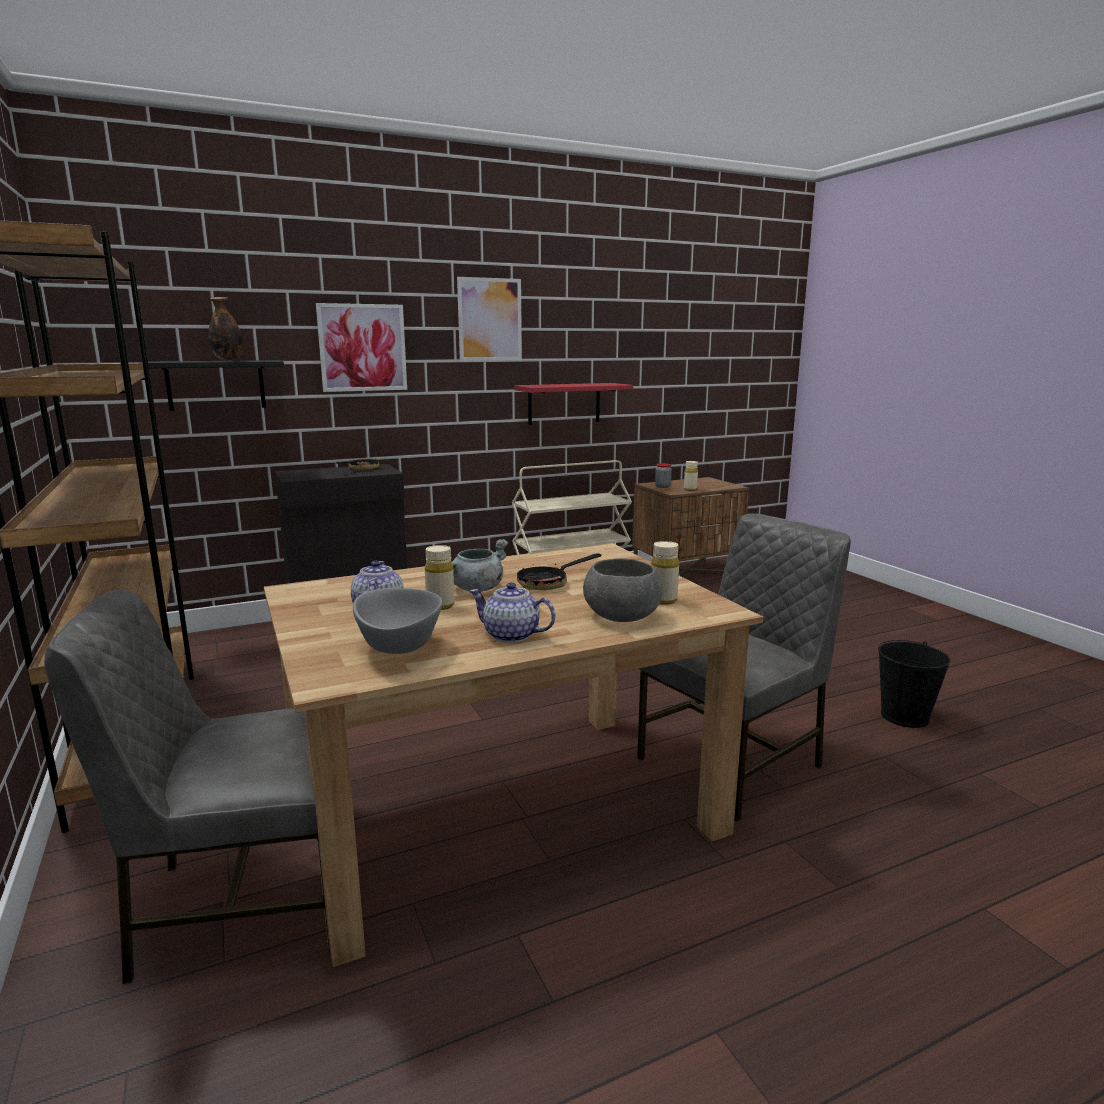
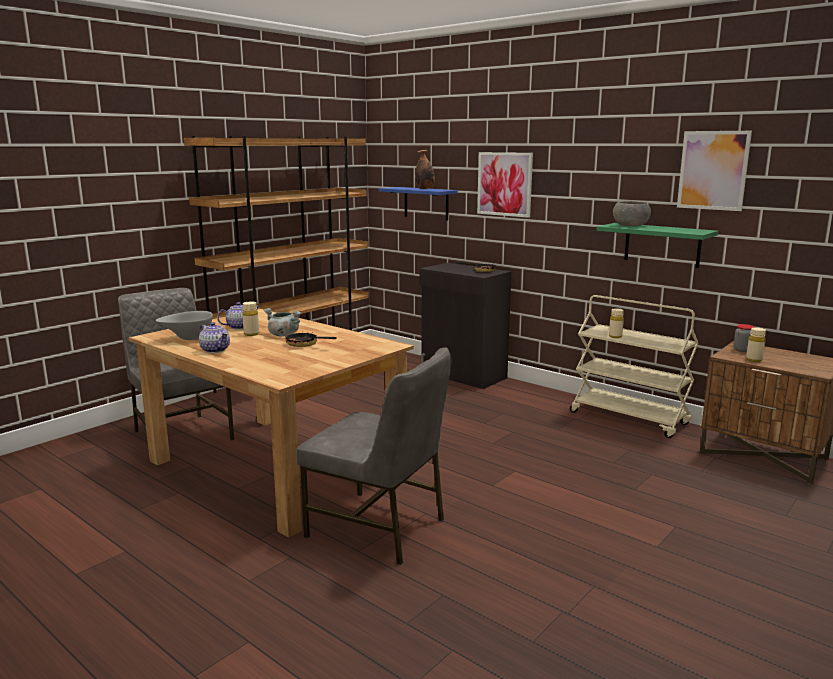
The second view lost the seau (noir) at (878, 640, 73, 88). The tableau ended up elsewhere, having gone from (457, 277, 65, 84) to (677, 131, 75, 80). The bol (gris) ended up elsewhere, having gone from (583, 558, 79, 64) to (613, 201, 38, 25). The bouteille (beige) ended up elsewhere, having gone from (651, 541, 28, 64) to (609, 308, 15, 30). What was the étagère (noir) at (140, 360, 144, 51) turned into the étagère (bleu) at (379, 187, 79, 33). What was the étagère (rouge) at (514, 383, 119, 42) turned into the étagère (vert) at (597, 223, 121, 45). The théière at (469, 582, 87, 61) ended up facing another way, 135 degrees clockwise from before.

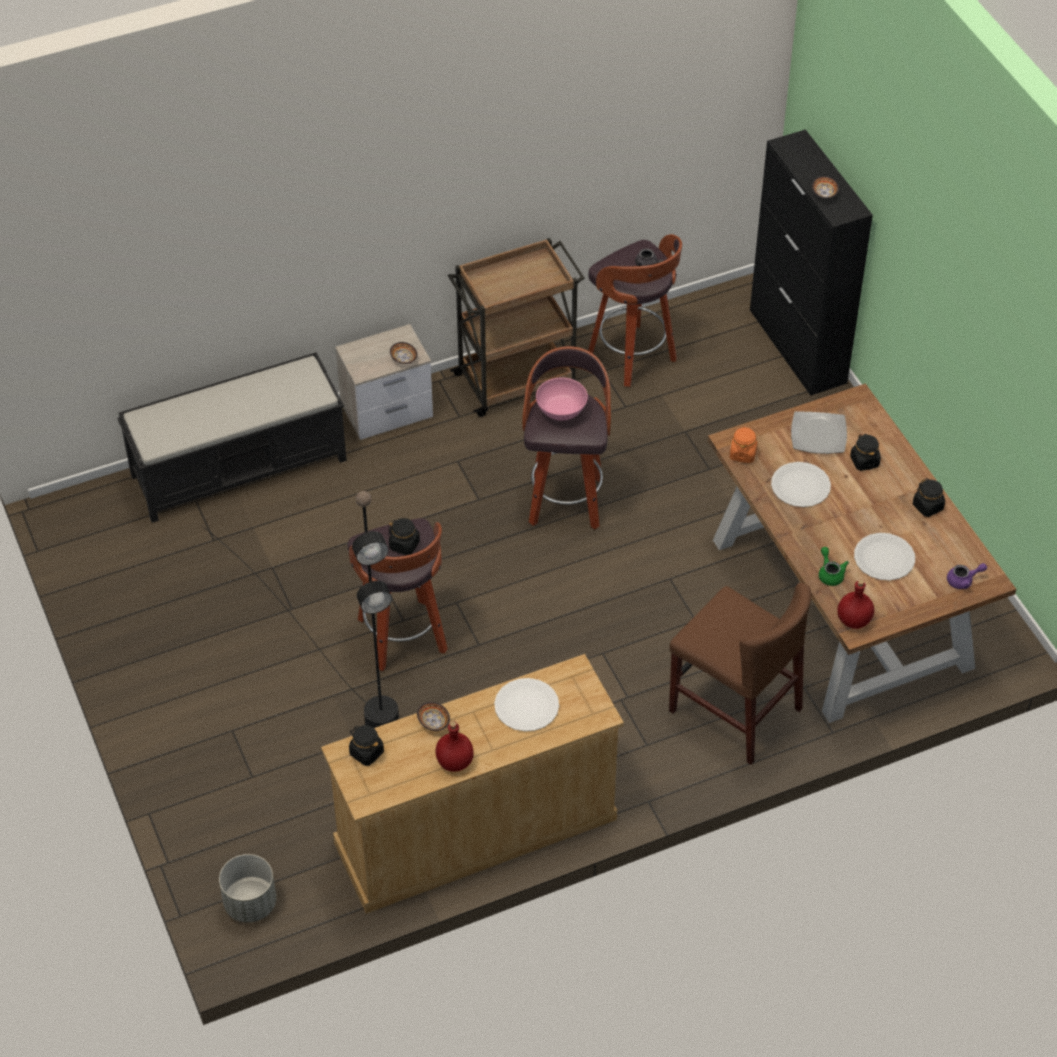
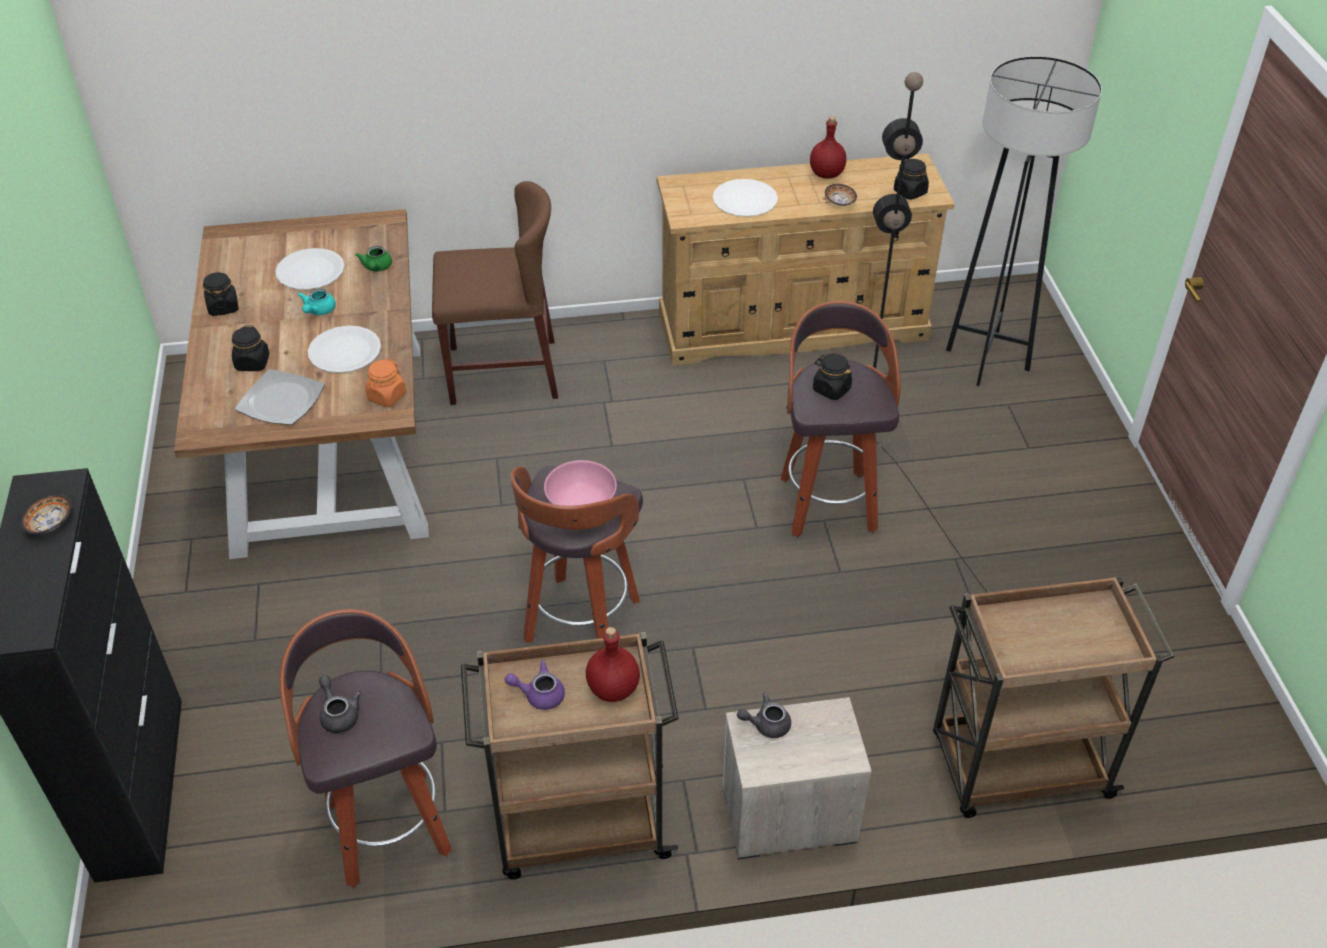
The second view lost the cache-pot (gris) at (219, 854, 57, 68). The second view gained the théière (turquoise) at (298, 288, 38, 27). The second view gained the lampadaire (gris) at (946, 56, 156, 330). The bouteille (rouge) ended up elsewhere, having gone from (837, 579, 37, 50) to (586, 627, 54, 75). The théière (violet) ended up elsewhere, having gone from (947, 563, 40, 26) to (505, 661, 60, 49). Where the banc (noir) stood at (117, 352, 230, 171), the chariot (marron) came to stand at (933, 576, 241, 242). Where the bol stood at (390, 342, 27, 22), the théière (gris) came to stand at (737, 692, 54, 46). The chaise (marron) at (669, 583, 142, 182) ended up facing another way, 120 degrees clockwise from before.

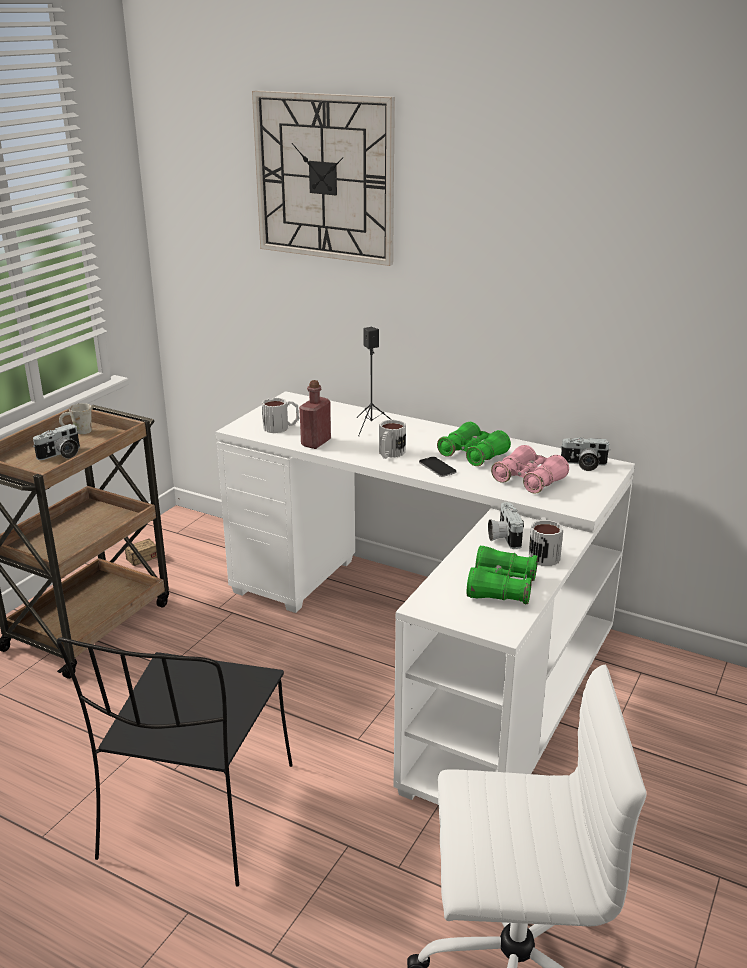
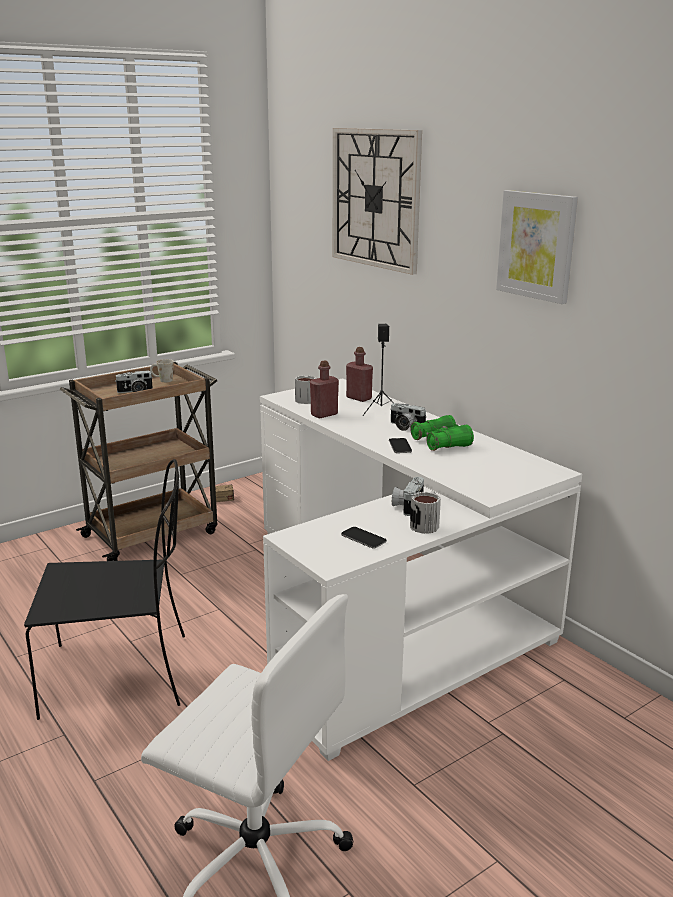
The second view lost the mug at (379, 420, 27, 39). The second view lost the jumelles (rose) at (491, 445, 78, 49). The second view gained the bouteille (rouge) at (346, 347, 27, 55). The second view gained the tableau at (496, 190, 82, 114). The appareil photo ended up elsewhere, having gone from (560, 438, 50, 33) to (390, 403, 36, 28). Where the jumelles (vert) stood at (467, 546, 71, 58), the téléphone came to stand at (341, 527, 46, 21). The chaise (noir) at (57, 637, 236, 250) ended up facing another way, 135 degrees counterclockwise from before.

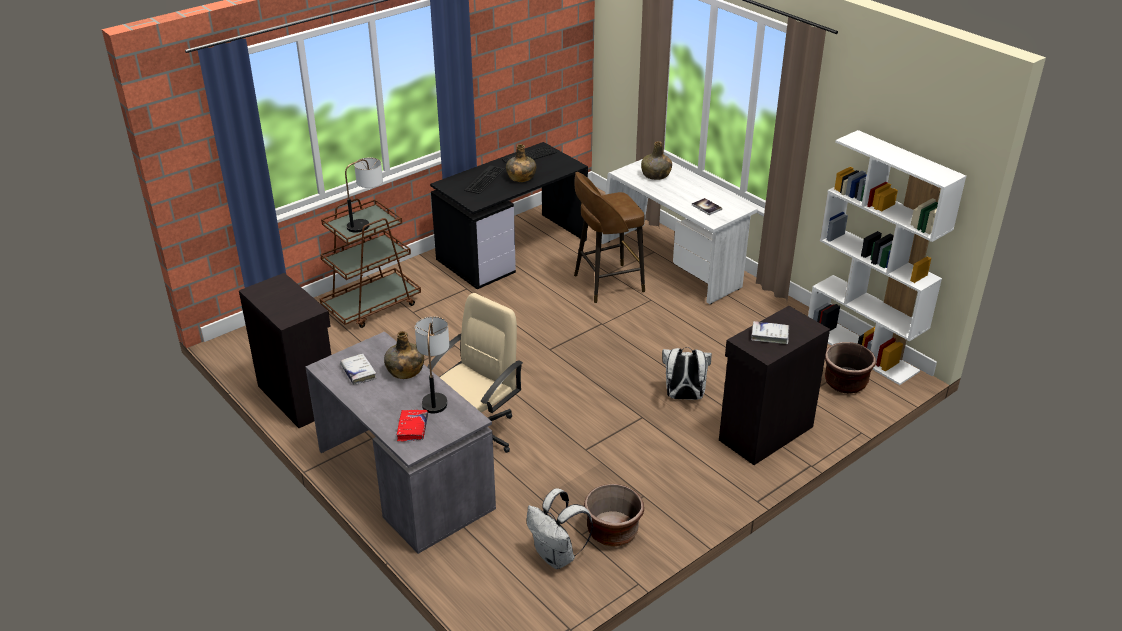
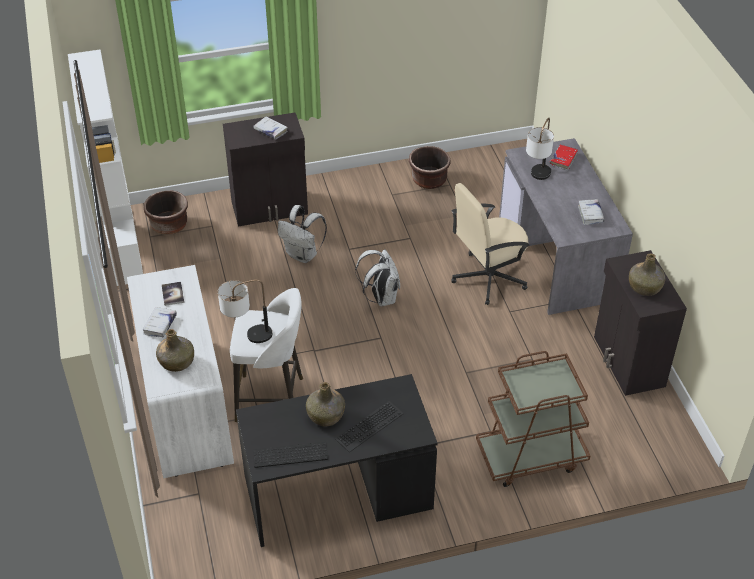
The second view gained the livre (blanc) at (143, 307, 34, 30). The lampe de table ended up elsewhere, having gone from (345, 157, 38, 76) to (218, 279, 54, 64). The bouteille (vert) ended up elsewhere, having gone from (384, 331, 40, 48) to (629, 253, 36, 43). The sac à dos (blanc) ended up elsewhere, having gone from (526, 488, 67, 81) to (355, 249, 45, 58). What was the tabouret (marron) at (574, 172, 71, 131) turned into the tabouret (blanc) at (230, 288, 73, 134).

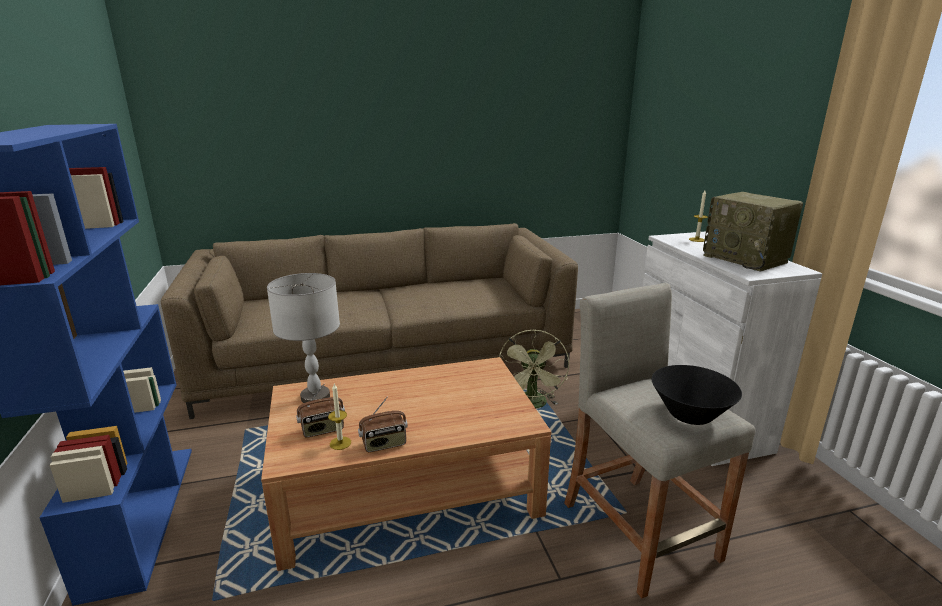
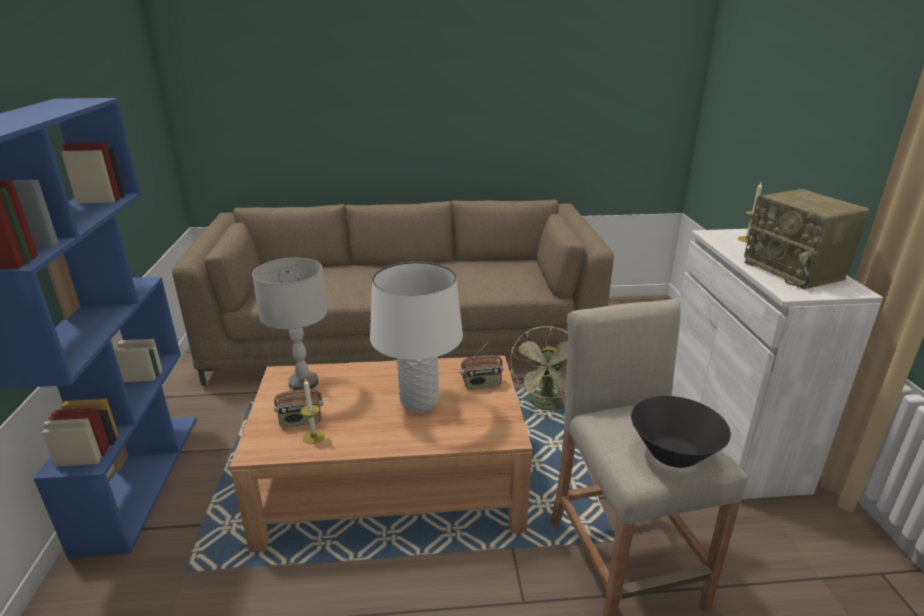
The second view gained the lampe de table (blanc) at (370, 262, 93, 152). The radio ended up elsewhere, having gone from (358, 397, 50, 55) to (460, 342, 43, 47).

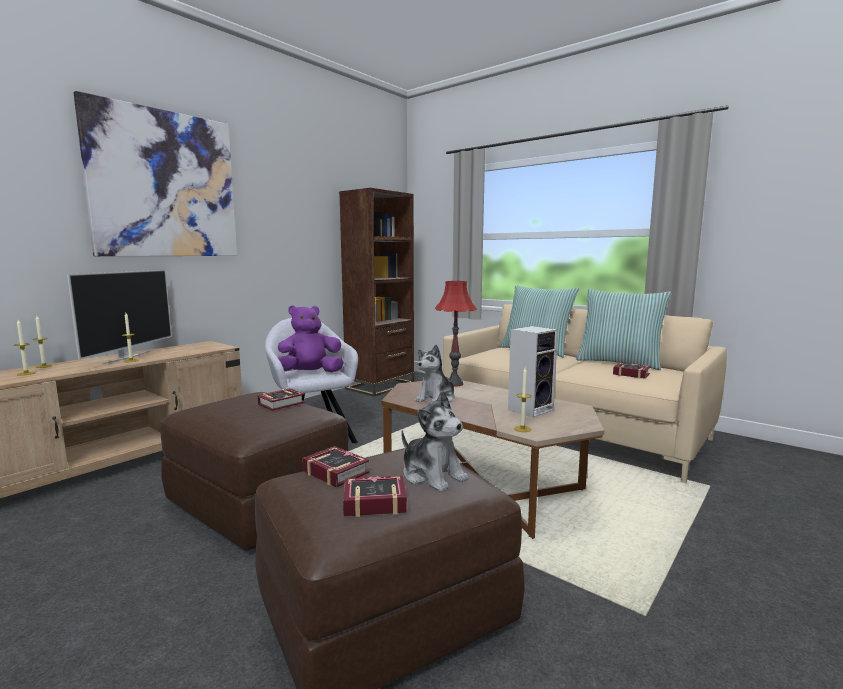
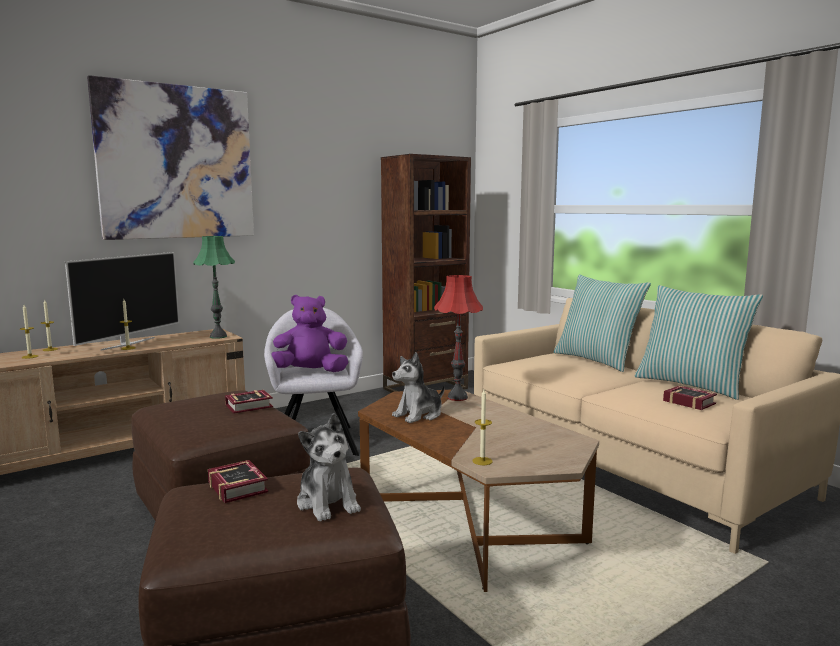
The second view lost the livre at (343, 475, 64, 42). The second view lost the enceinte at (508, 326, 50, 92). The second view gained the lampe de table (vert) at (193, 236, 42, 103).

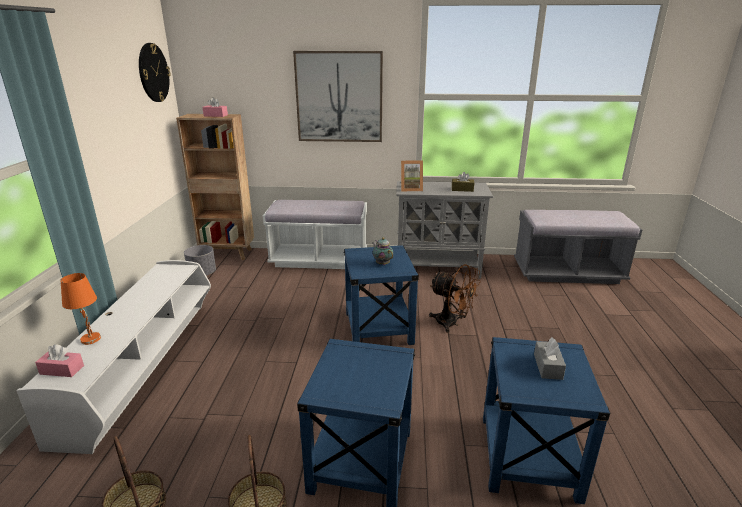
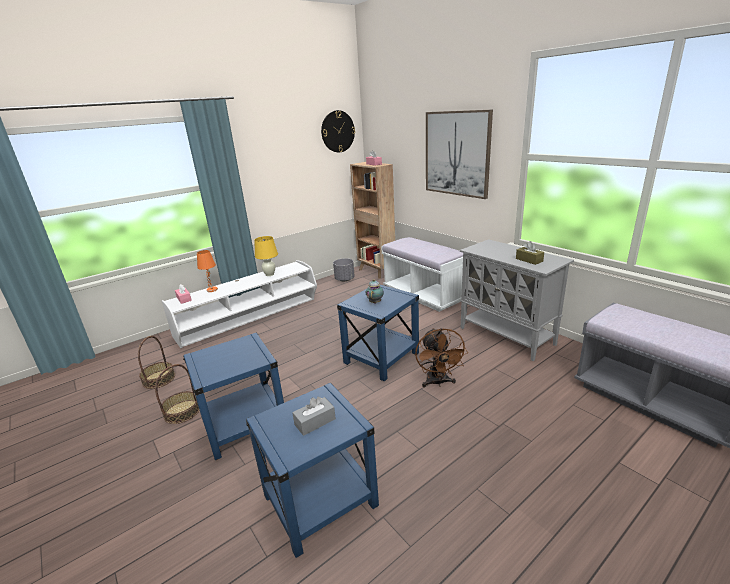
The second view lost the cadre photo at (401, 161, 22, 31). The second view gained the lampe de table (jaune) at (254, 236, 24, 40).

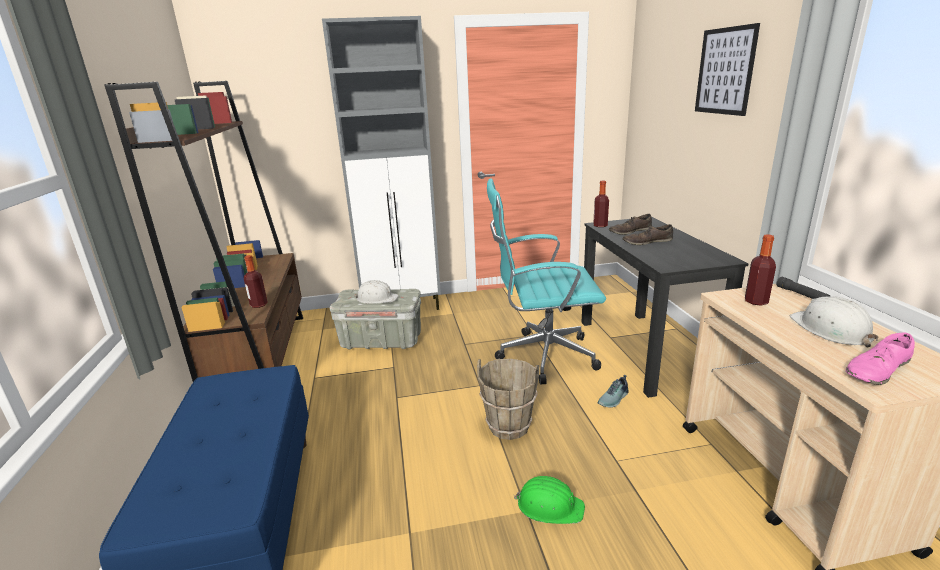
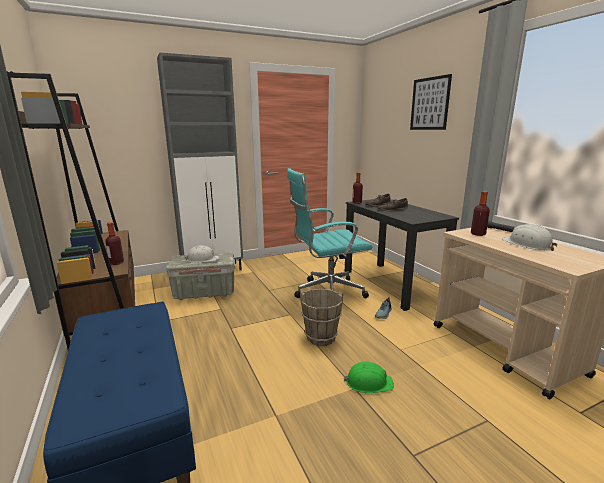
The second view lost the chaussure (rose) at (846, 333, 69, 52).

